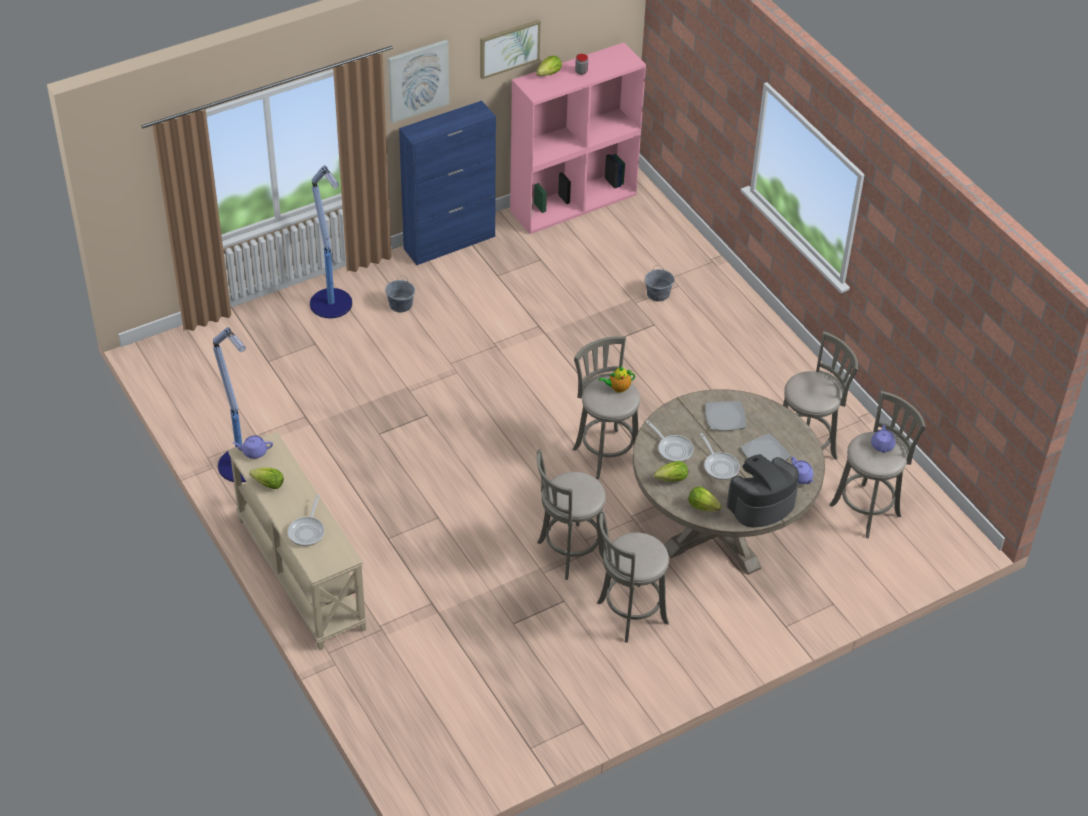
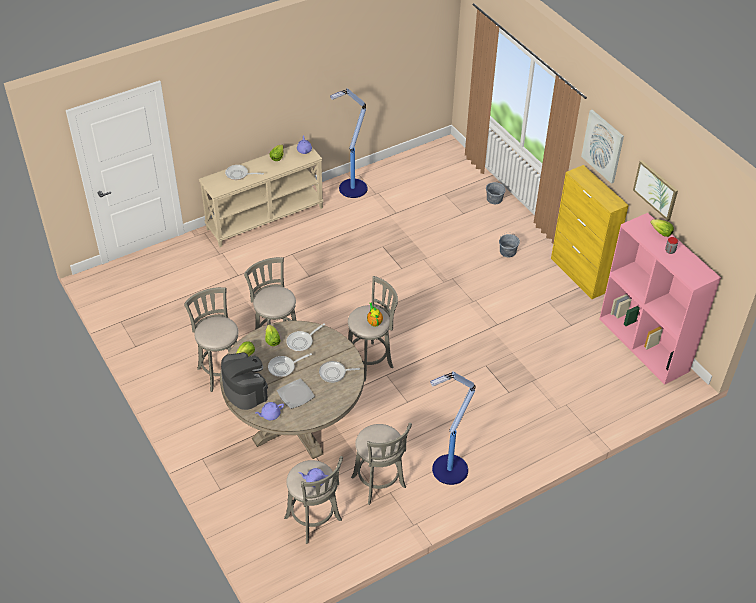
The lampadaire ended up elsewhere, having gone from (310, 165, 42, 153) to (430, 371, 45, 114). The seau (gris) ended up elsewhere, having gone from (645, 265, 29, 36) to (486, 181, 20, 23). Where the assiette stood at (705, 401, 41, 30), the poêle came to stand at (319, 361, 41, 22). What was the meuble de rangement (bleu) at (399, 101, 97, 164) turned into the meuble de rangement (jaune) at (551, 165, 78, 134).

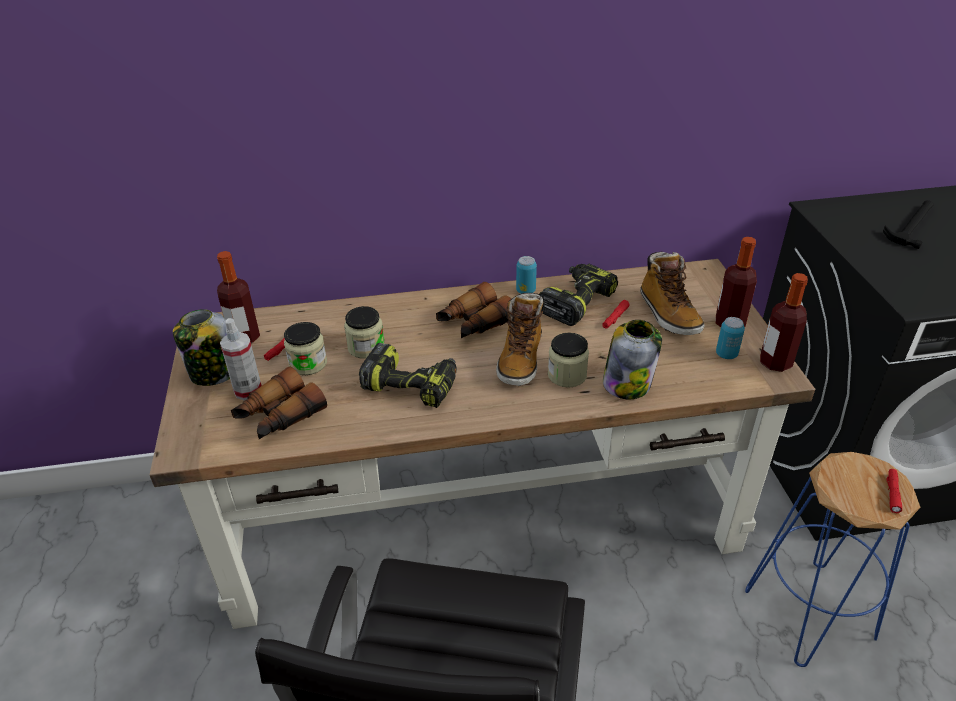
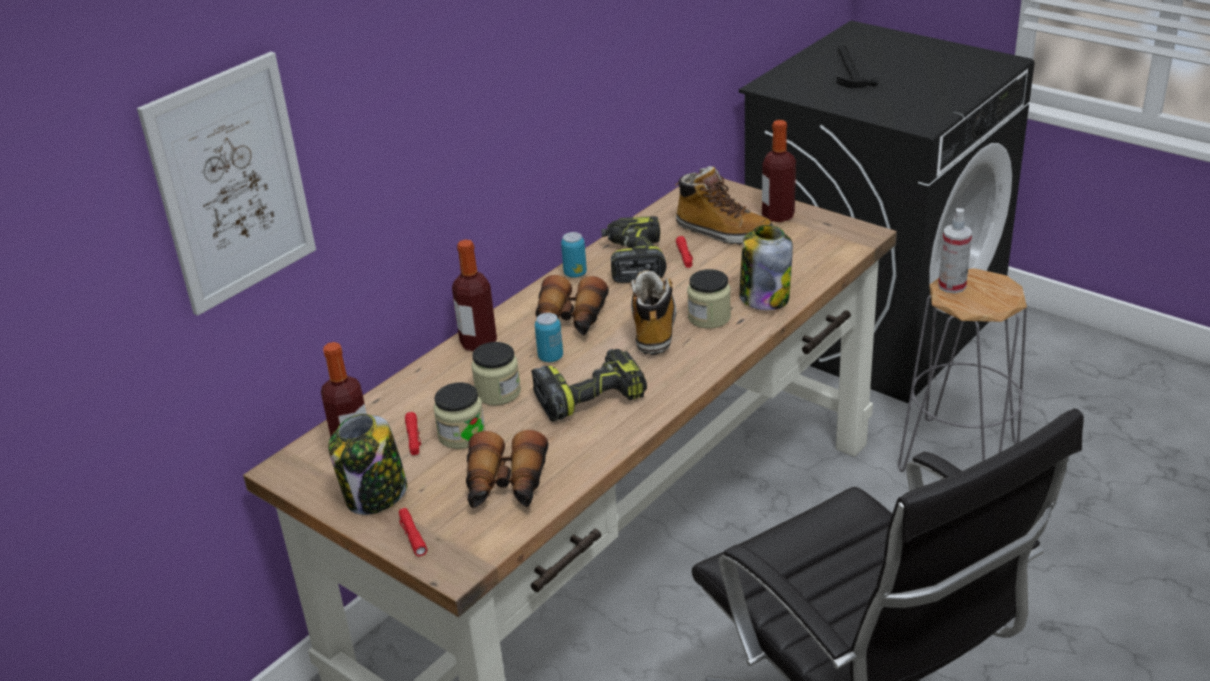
The second view gained the tableau at (137, 52, 179, 264). The vaporisateur ended up elsewhere, having gone from (220, 318, 42, 82) to (938, 208, 34, 85). The boîte métallique ended up elsewhere, having gone from (716, 317, 29, 42) to (535, 313, 28, 49). The bouteille ended up elsewhere, having gone from (760, 273, 48, 99) to (452, 239, 45, 112). The lampe de poche (rouge) ended up elsewhere, having gone from (887, 469, 15, 44) to (399, 508, 28, 49). What was the tabouret (bleu) at (745, 452, 175, 215) turned into the tabouret (gris) at (898, 268, 129, 204). The botte at (496, 293, 47, 93) ended up facing another way, 150 degrees counterclockwise from before.

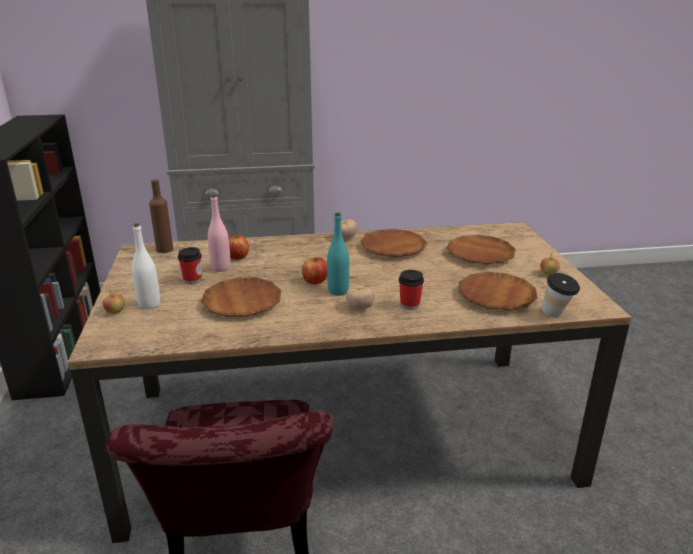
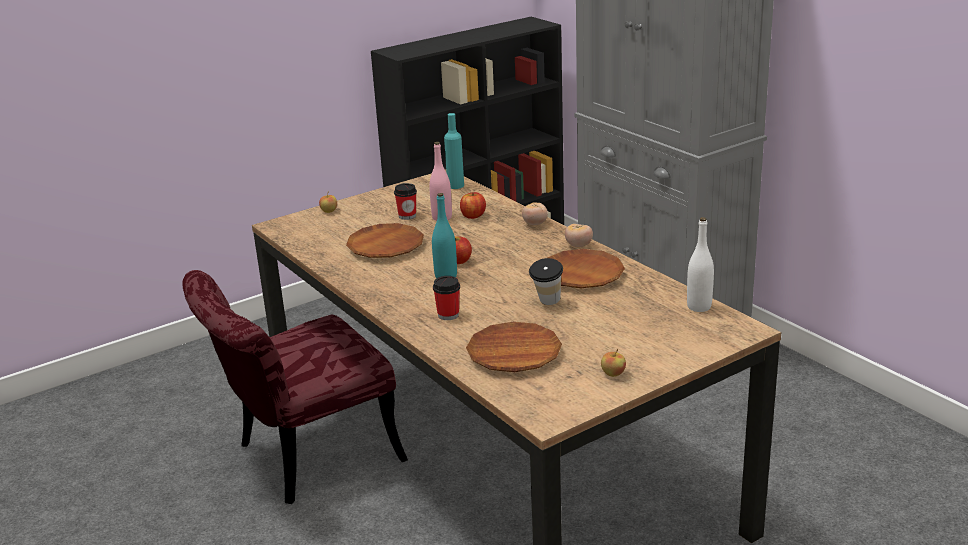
The second view lost the assiette (marron) at (447, 235, 69, 29). The bouteille (blanc) ended up elsewhere, having gone from (132, 223, 28, 86) to (687, 217, 27, 95). The tomate ended up elsewhere, having gone from (346, 285, 29, 25) to (522, 202, 26, 24). The tasse ended up elsewhere, having gone from (541, 273, 39, 44) to (529, 258, 34, 47). What was the bouteille (marron) at (149, 179, 24, 74) turned into the bouteille (turquoise) at (444, 113, 20, 76).

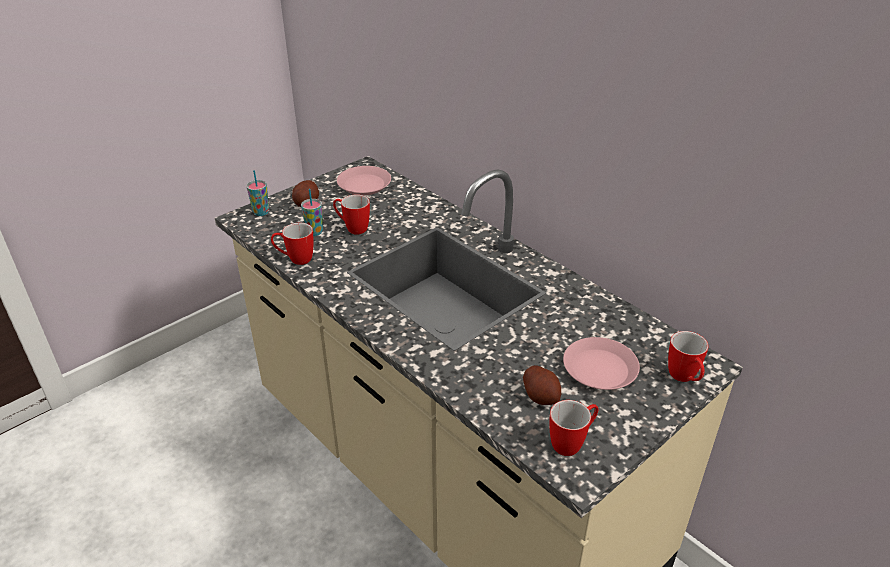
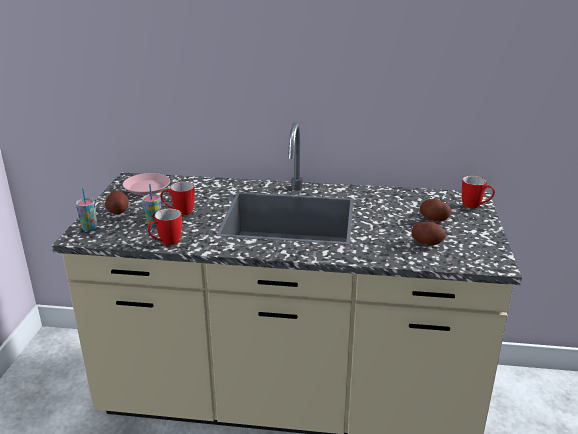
The second view lost the mug at (549, 400, 49, 56). Where the assiette (rose) stood at (563, 337, 77, 53), the pomme de terre came to stand at (420, 199, 31, 23).

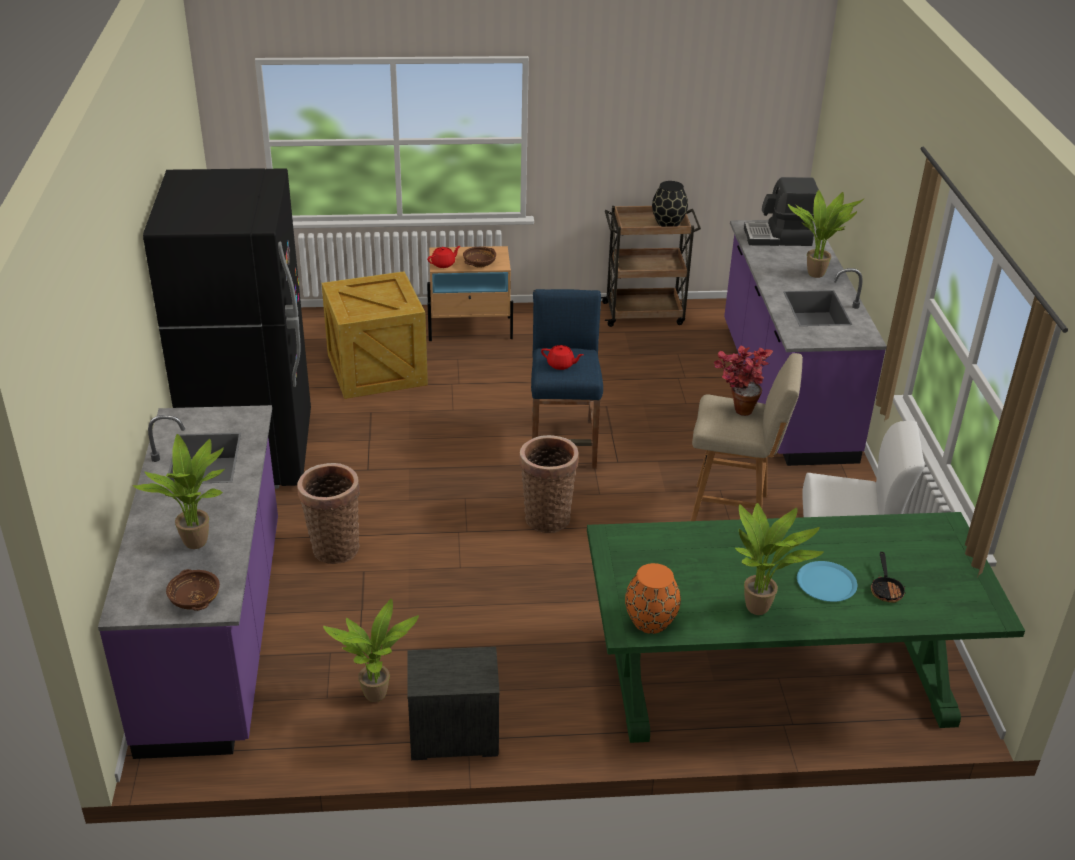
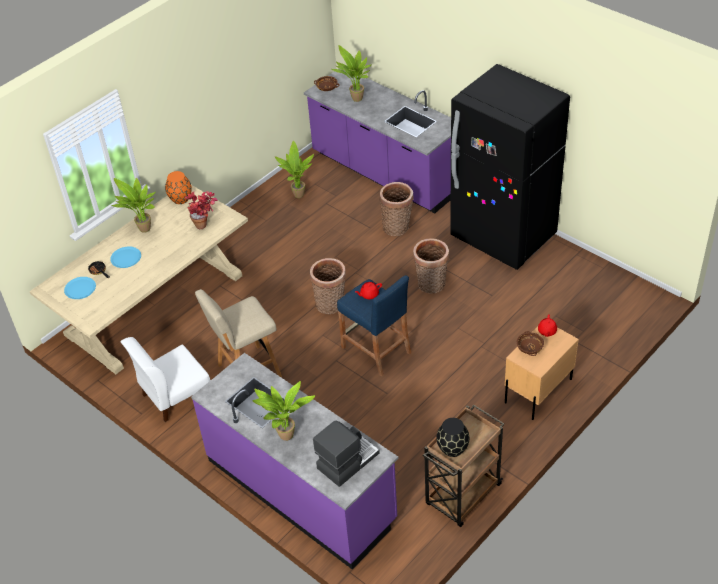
The second view lost the caisse at (322, 271, 106, 128). The second view lost the table de chevet at (407, 647, 93, 113). The second view gained the assiette (bleu) at (64, 277, 32, 22). The second view gained the panier at (413, 238, 36, 55). The plante en pot ended up elsewhere, having gone from (713, 346, 60, 70) to (185, 191, 32, 38). What was the table à manger (vert) at (587, 512, 438, 231) turned into the table à manger (beige) at (30, 185, 218, 189).

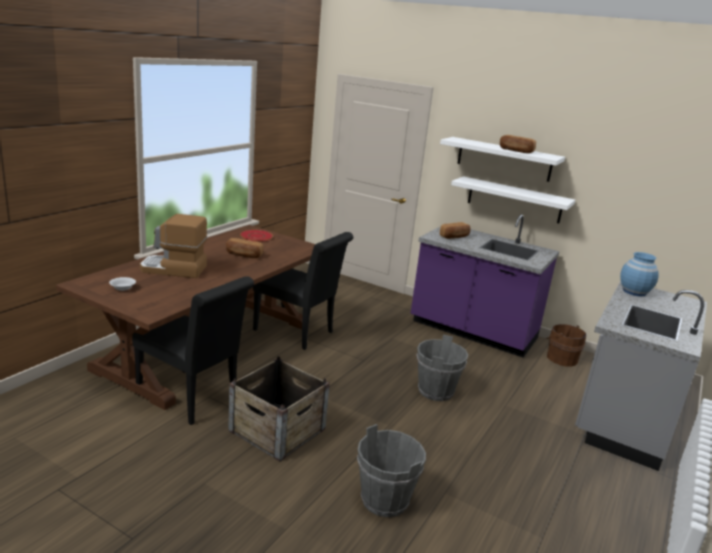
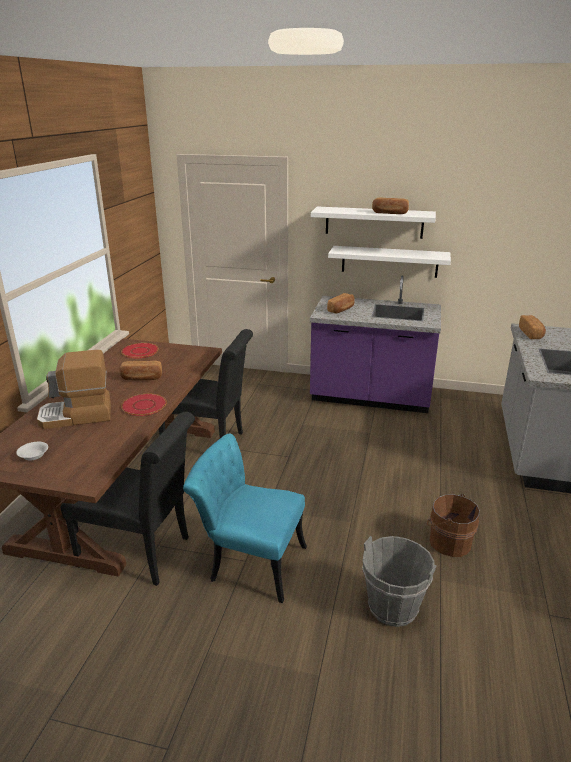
The second view lost the seau (gris) at (416, 335, 52, 66). The second view gained the assiette (rouge) at (121, 394, 46, 22). The seau (marron) ended up elsewhere, having gone from (546, 324, 40, 43) to (427, 494, 53, 63). Where the caisse stood at (228, 356, 102, 106), the chaise (turquoise) came to stand at (183, 434, 124, 169). Where the vase (bleu) stood at (620, 252, 39, 44), the pain came to stand at (519, 315, 27, 24).

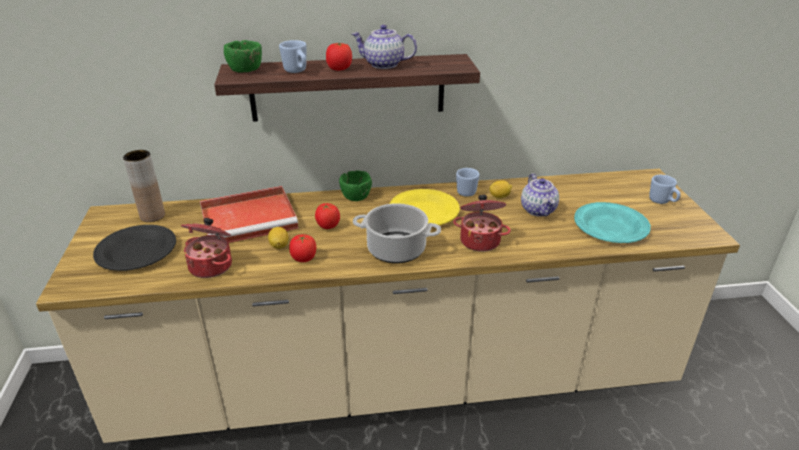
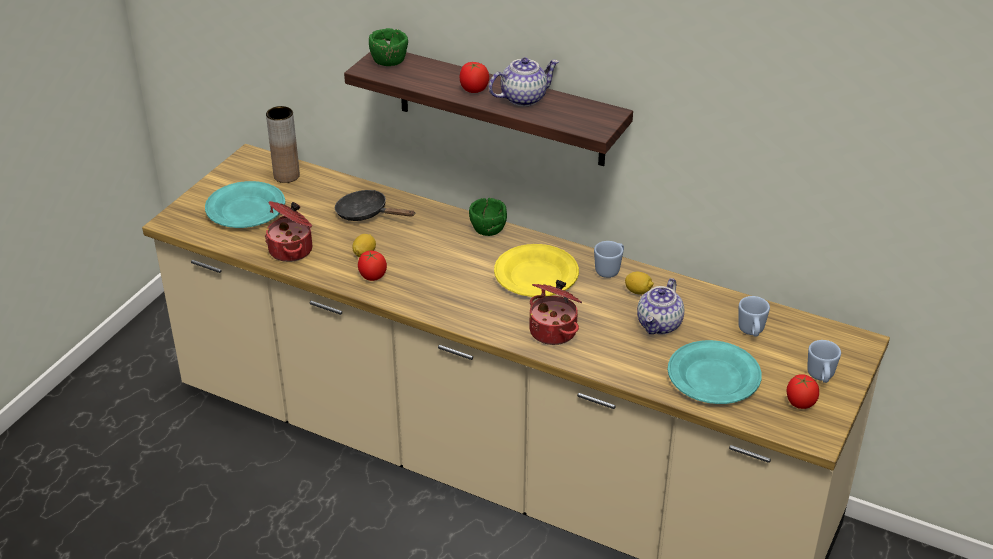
The second view lost the marmite at (353, 203, 88, 61). The mug (bleu) ended up elsewhere, having gone from (279, 40, 28, 33) to (738, 296, 32, 41). The tomate ended up elsewhere, having gone from (315, 203, 25, 26) to (786, 374, 33, 35). Where the plateau (rouge) stood at (200, 186, 98, 57), the poêle (noir) came to stand at (335, 190, 80, 31). What was the assiette (noir) at (93, 225, 83, 46) turned into the assiette (turquoise) at (205, 181, 80, 47). The théière at (352, 25, 65, 44) ended up facing another way, 105 degrees clockwise from before.

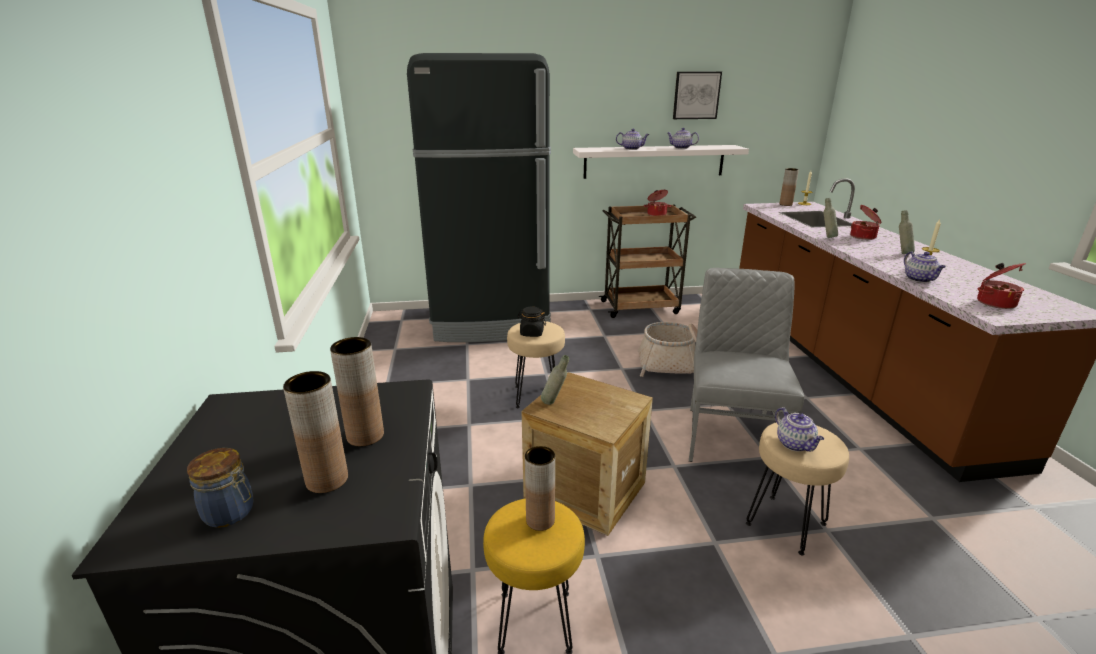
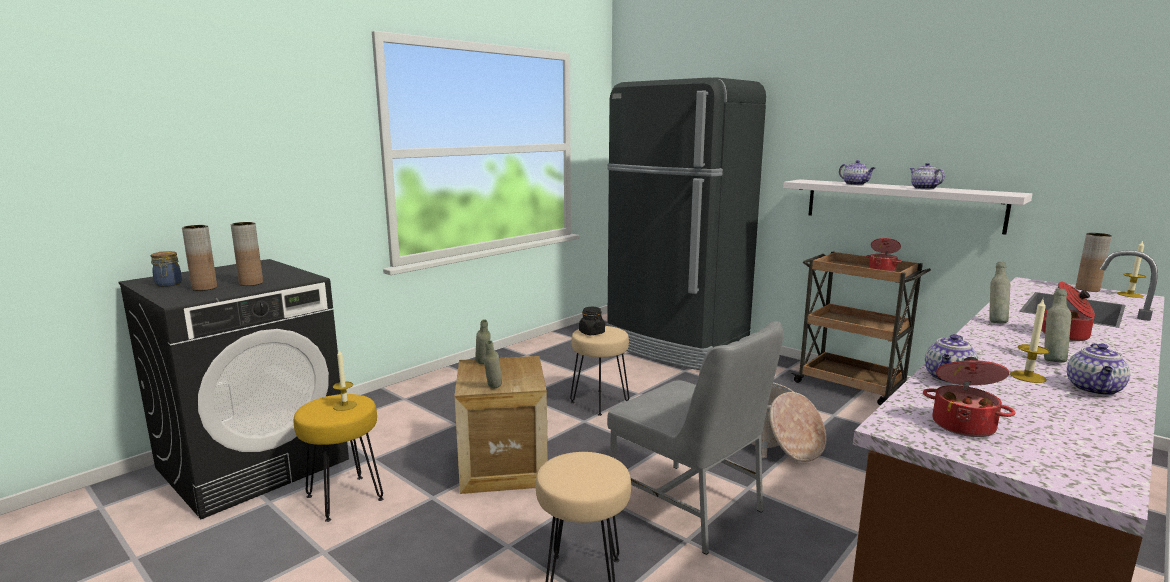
The second view lost the tableau at (673, 72, 49, 47). The second view gained the bouteille (gris) at (483, 340, 19, 48). The théière ended up elsewhere, having gone from (775, 407, 49, 45) to (1067, 343, 63, 53). Where the vase (marron) stood at (525, 446, 30, 85), the bougie came to stand at (333, 350, 24, 61). The chaise (gris) at (689, 268, 115, 194) ended up facing another way, 75 degrees clockwise from before.

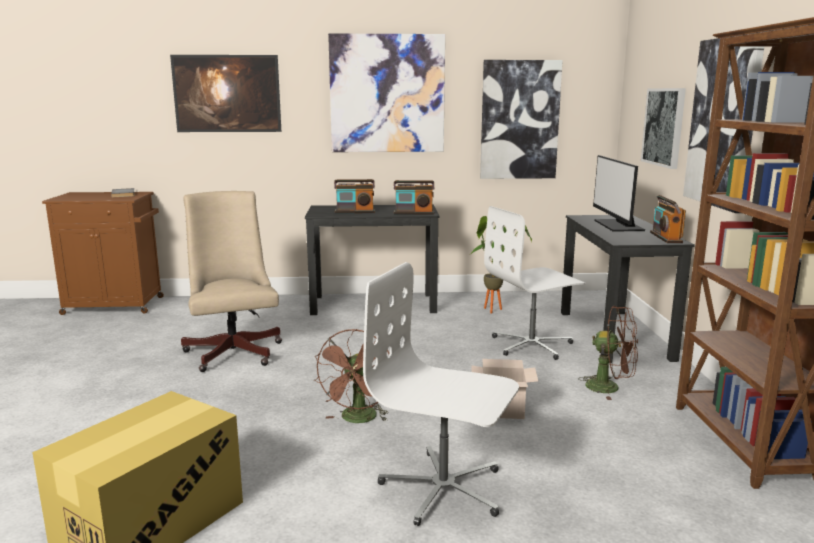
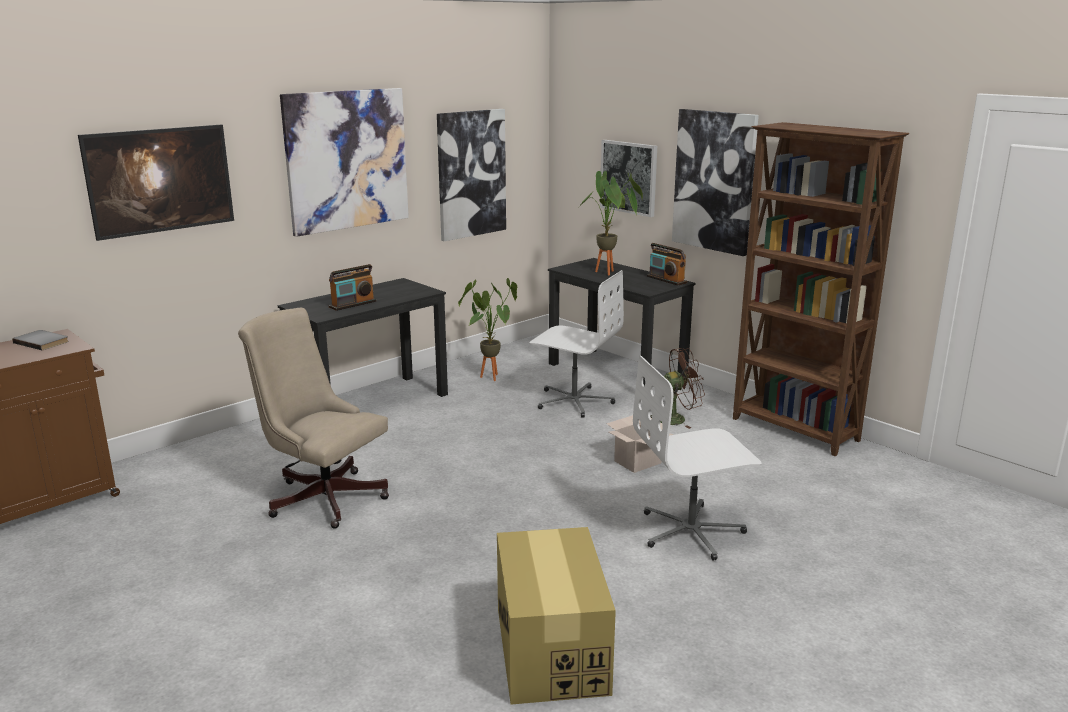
The second view lost the ventilateur (marron) at (314, 329, 76, 94). The second view lost the radio at (394, 180, 41, 35). Where the écran d'ordinateur stood at (593, 155, 52, 76), the plante en pot came to stand at (581, 171, 62, 104). The chaise de bureau (blanc) at (484, 206, 102, 154) ended up facing another way, 90 degrees counterclockwise from before.

